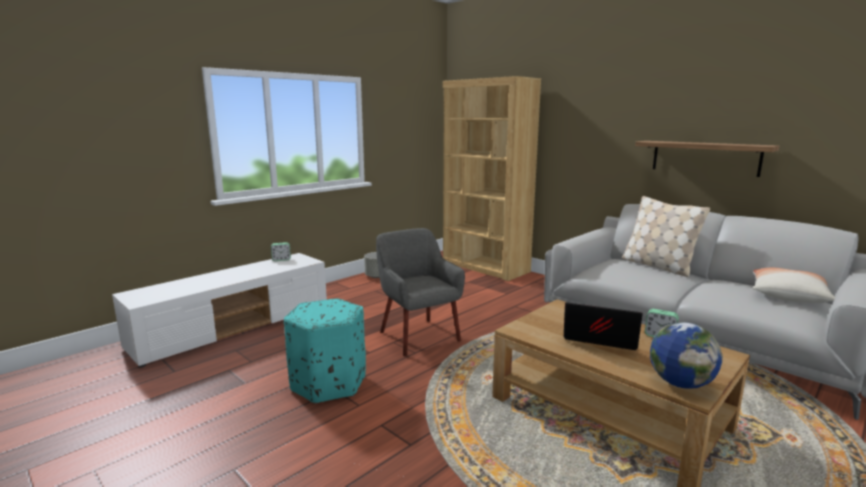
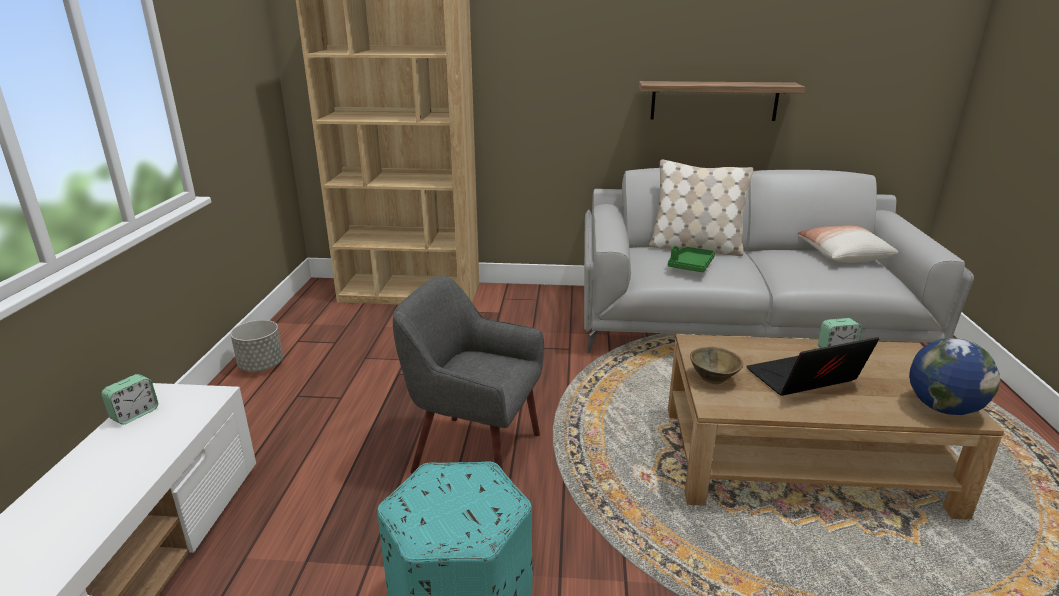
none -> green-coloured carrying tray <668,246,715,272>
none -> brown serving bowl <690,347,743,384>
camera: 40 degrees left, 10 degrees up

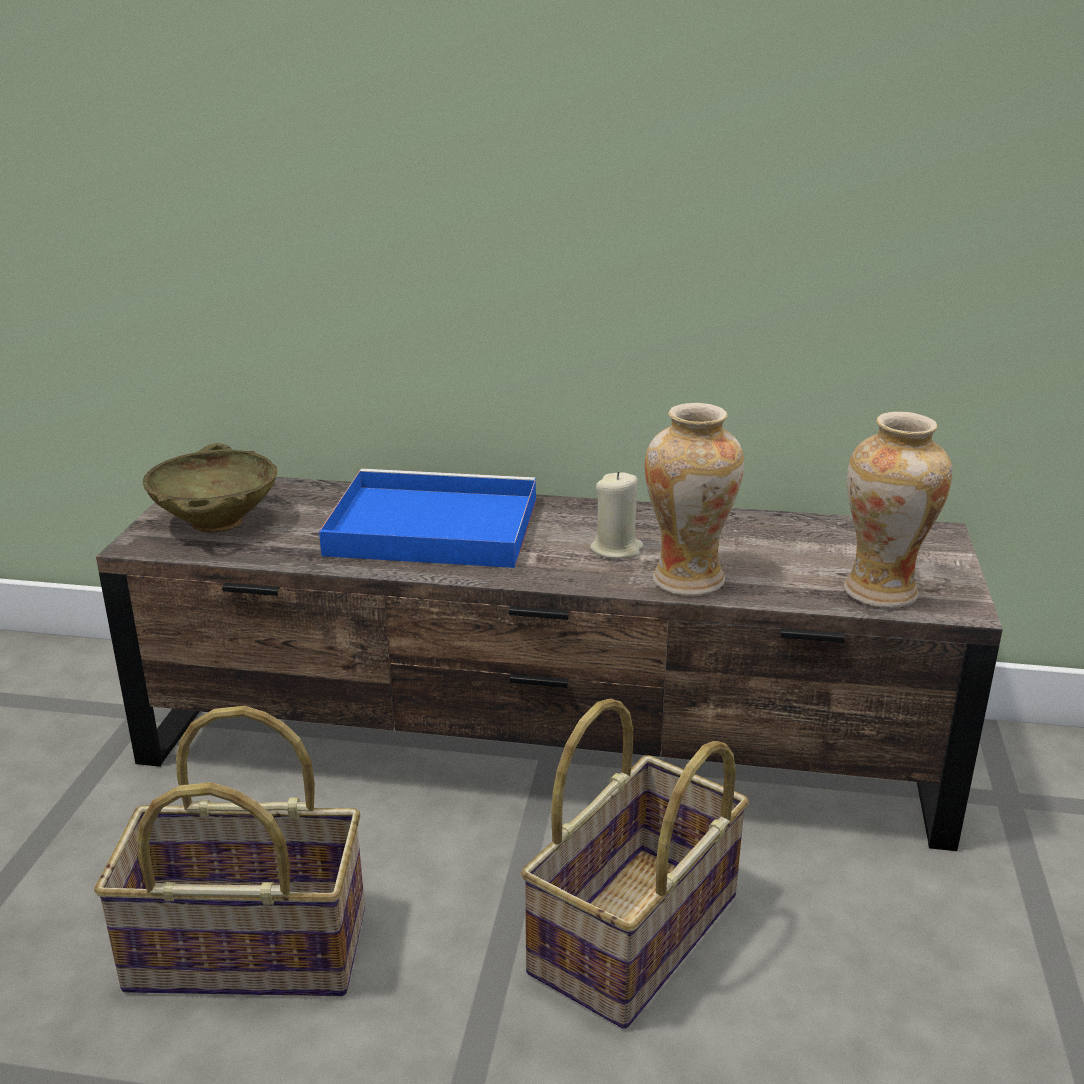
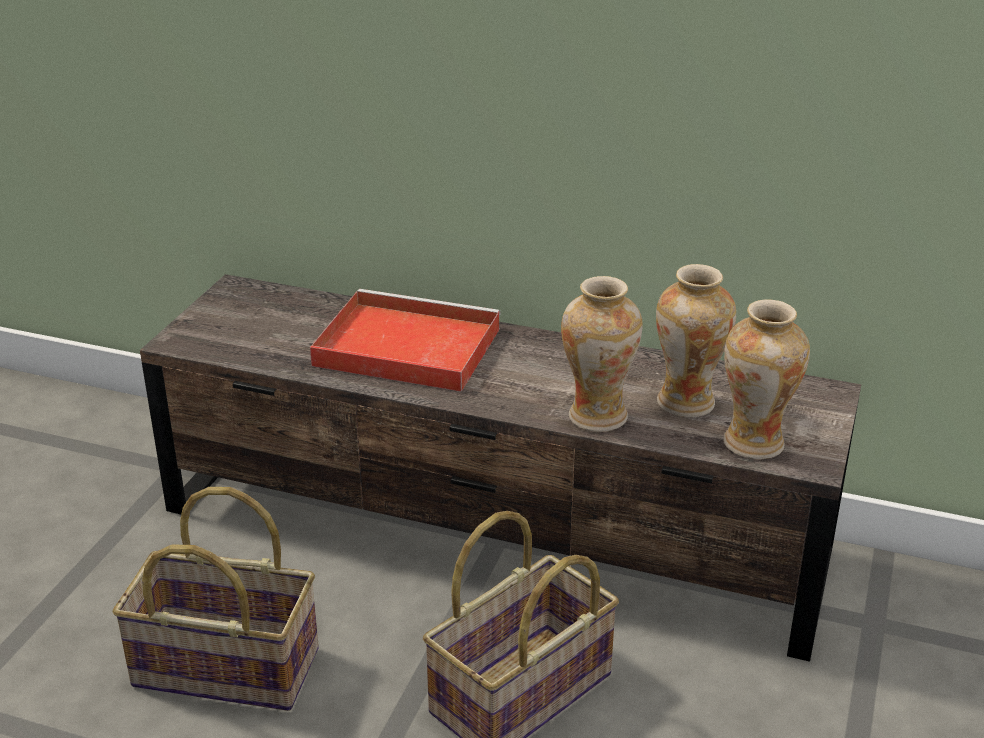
beige-coloured serving bowl <143,443,277,533> -> none
beige-coloured wax candle <590,471,643,559> -> none
none -> flower vase <656,264,736,417>
blue-coloured carrying tray <319,469,536,568> -> reddish carrying tray <310,289,501,392>
camera: 10 degrees right, 5 degrees up

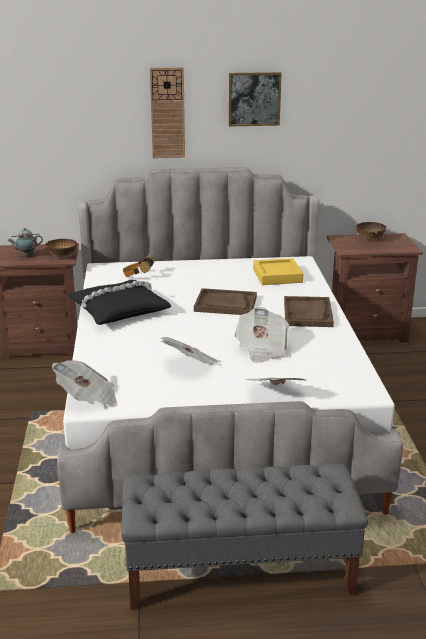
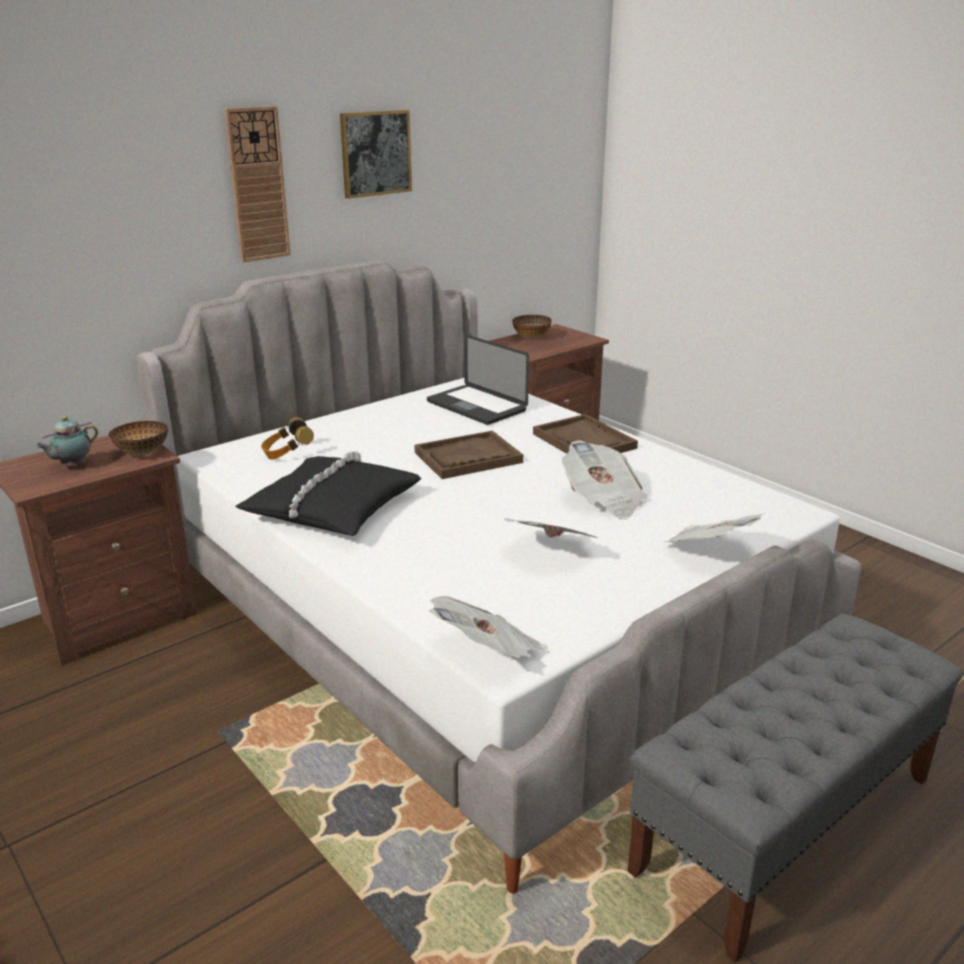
yellow carrying tray <253,258,303,285> -> portable computer <427,334,529,425>
camera: 35 degrees left, 0 degrees up

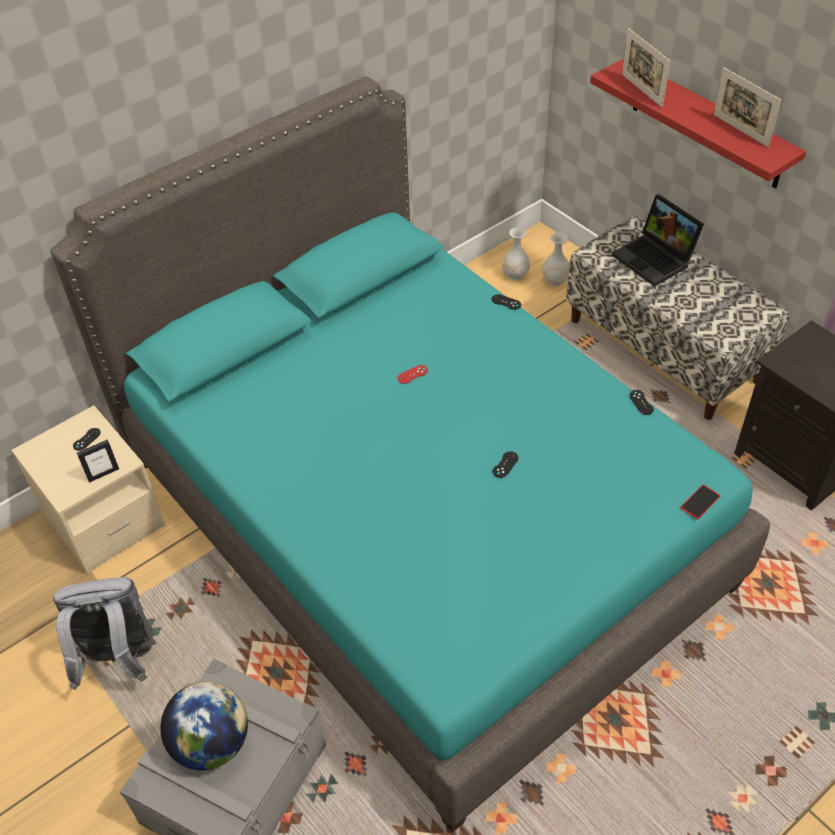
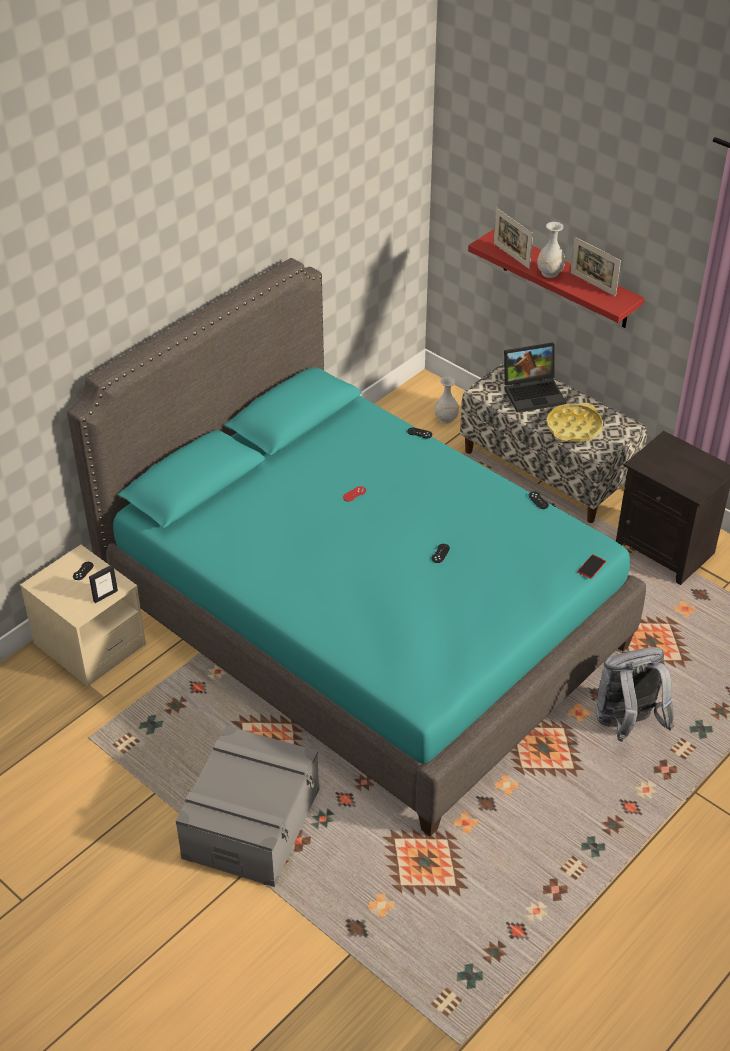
desk globe <160,681,248,771> -> none
none -> yellow carrying tray <546,403,603,442>
gray knapsack <53,577,156,690> -> gray knapsack <595,647,674,742>, move
white-coloured flower vase <502,227,530,280> -> white-coloured flower vase <537,222,565,278>, move
portable computer <612,194,704,287> -> portable computer <504,343,566,413>, 60 degrees counterclockwise
camera: 10 degrees left, 5 degrees down

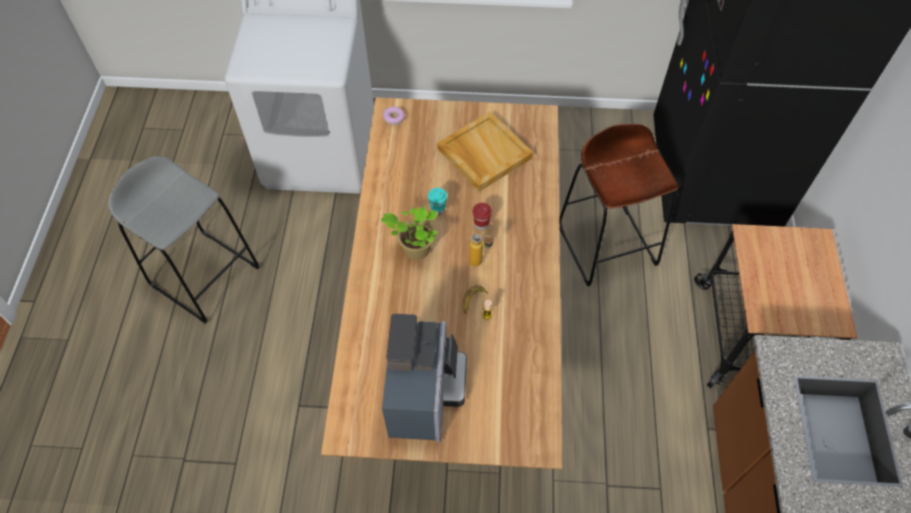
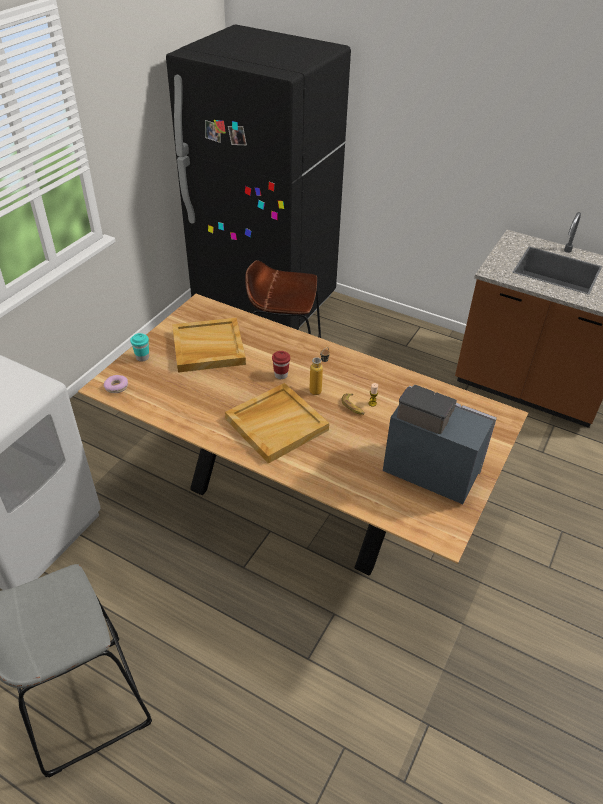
wheeled cart <694,224,857,388> -> none
turquoise drinking cup <428,188,447,215> -> turquoise drinking cup <130,333,149,362>, move
houseplant <381,207,438,260> -> beige-coloured carrying tray <225,383,329,464>
camera: 65 degrees left, 15 degrees down

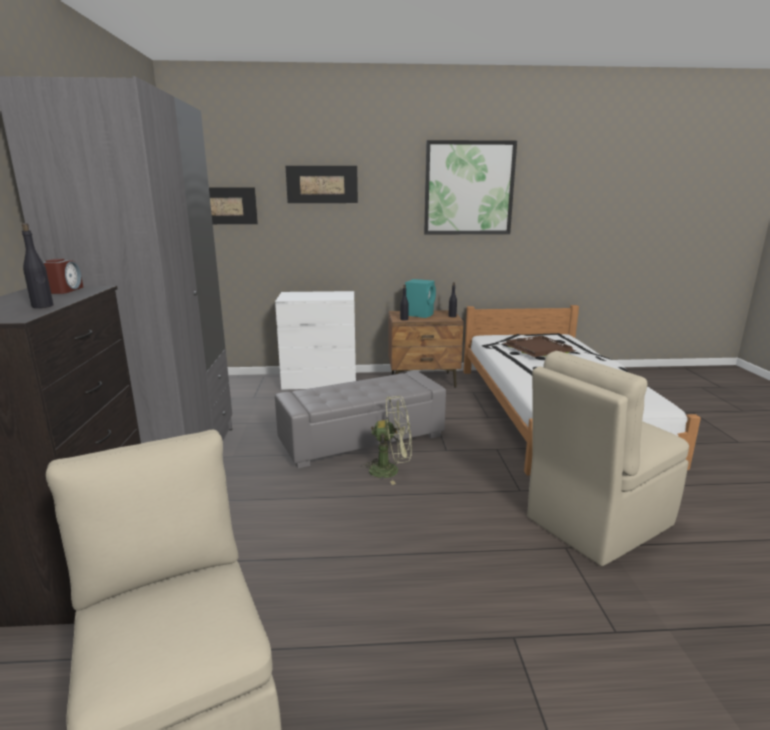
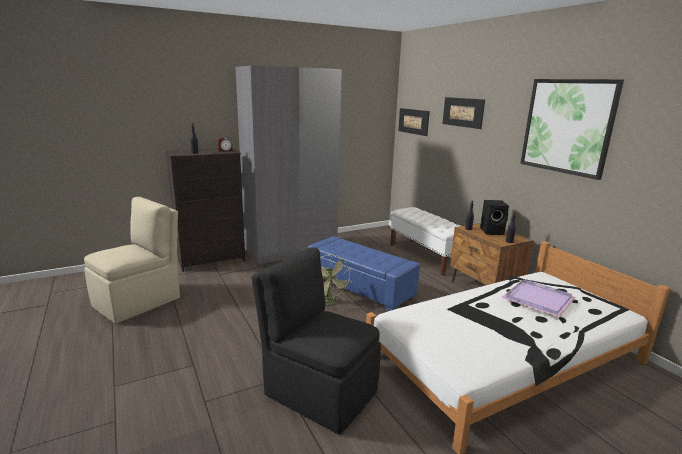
white-coloured chest of drawers <275,291,356,391> -> white-coloured indoor bench <390,207,460,276>
gray pouffe <275,371,446,468> -> blue-coloured pouffe <308,236,420,311>
turquoise speaker <405,279,436,318> -> black-coloured speaker <480,200,509,235>
brown carrying tray <503,336,576,357> -> purplish carrying tray <501,279,576,318>
beige-coloured upright chair <527,351,689,566> -> black-coloured upright chair <252,247,381,434>
camera: 65 degrees right, 0 degrees up

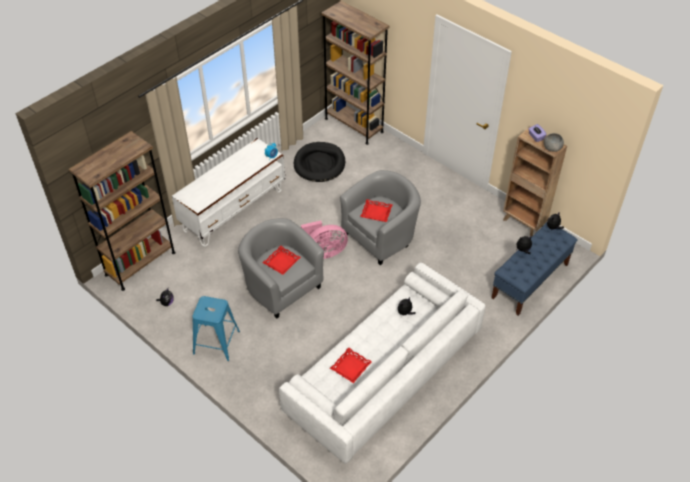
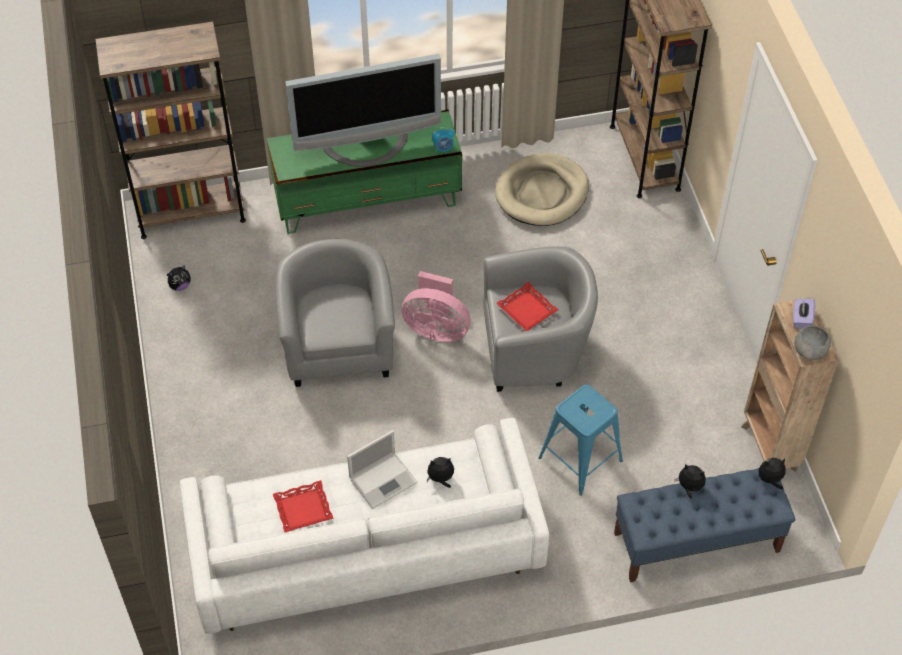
reddish carrying tray <263,245,301,275> -> none
none -> TV set <285,54,441,167>
none -> portable computer <347,430,418,509>
blue-coloured stool seat <192,296,240,361> -> blue-coloured stool seat <539,385,623,496>, move
white-coloured tv stand <172,138,285,247> -> green-coloured tv stand <267,110,462,234>
black-coloured dog cushion <294,142,345,182> -> beige-coloured dog cushion <495,153,589,226>
camera: 35 degrees right, 5 degrees up

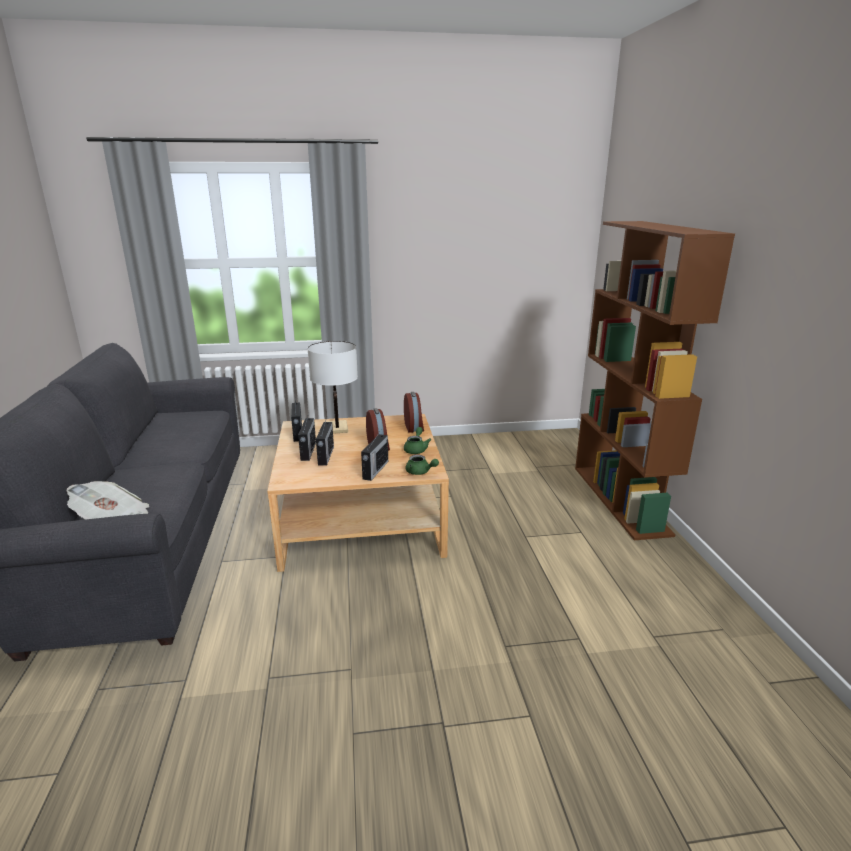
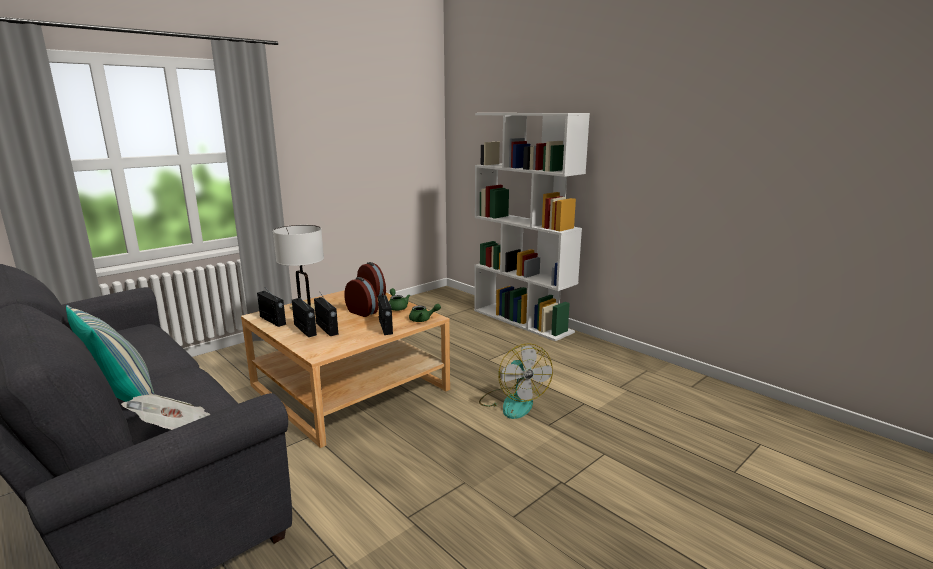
none -> pillow <66,305,154,402>
none -> fan <479,343,553,419>
brown bookshelf <575,221,735,540> -> white-coloured bookshelf <474,113,590,341>
camera: 35 degrees left, 5 degrees down

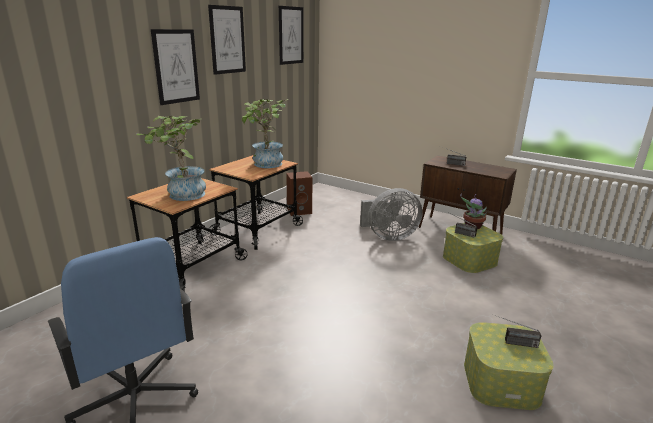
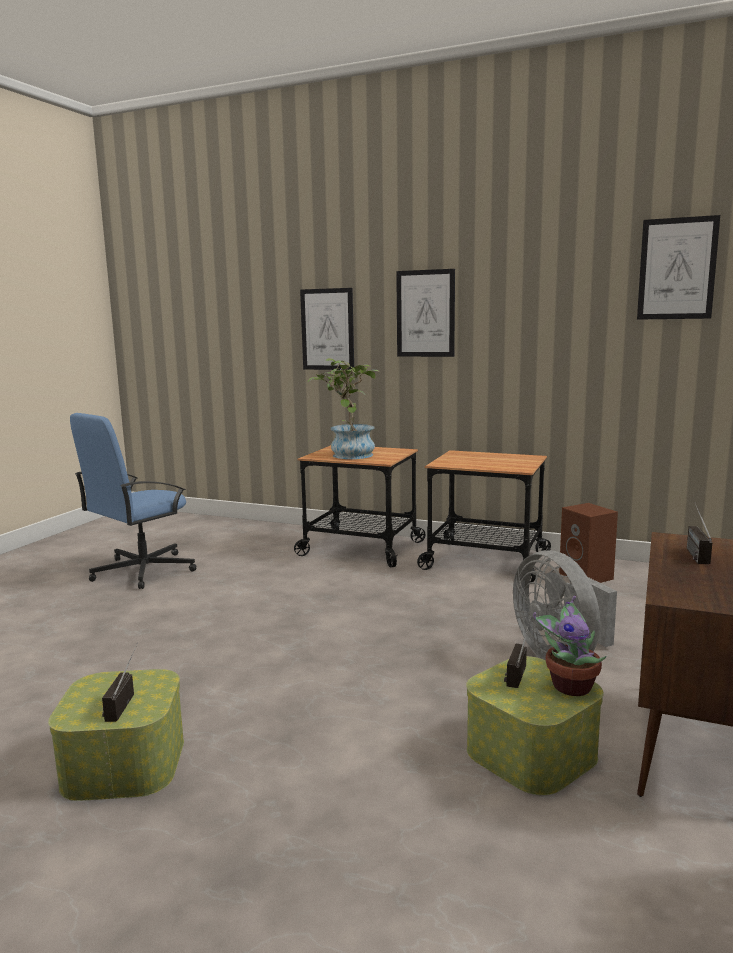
houseplant <242,99,289,168> -> none
wall picture <208,5,246,75> -> wall picture <300,288,354,370>, move
camera: 80 degrees right, 10 degrees down

